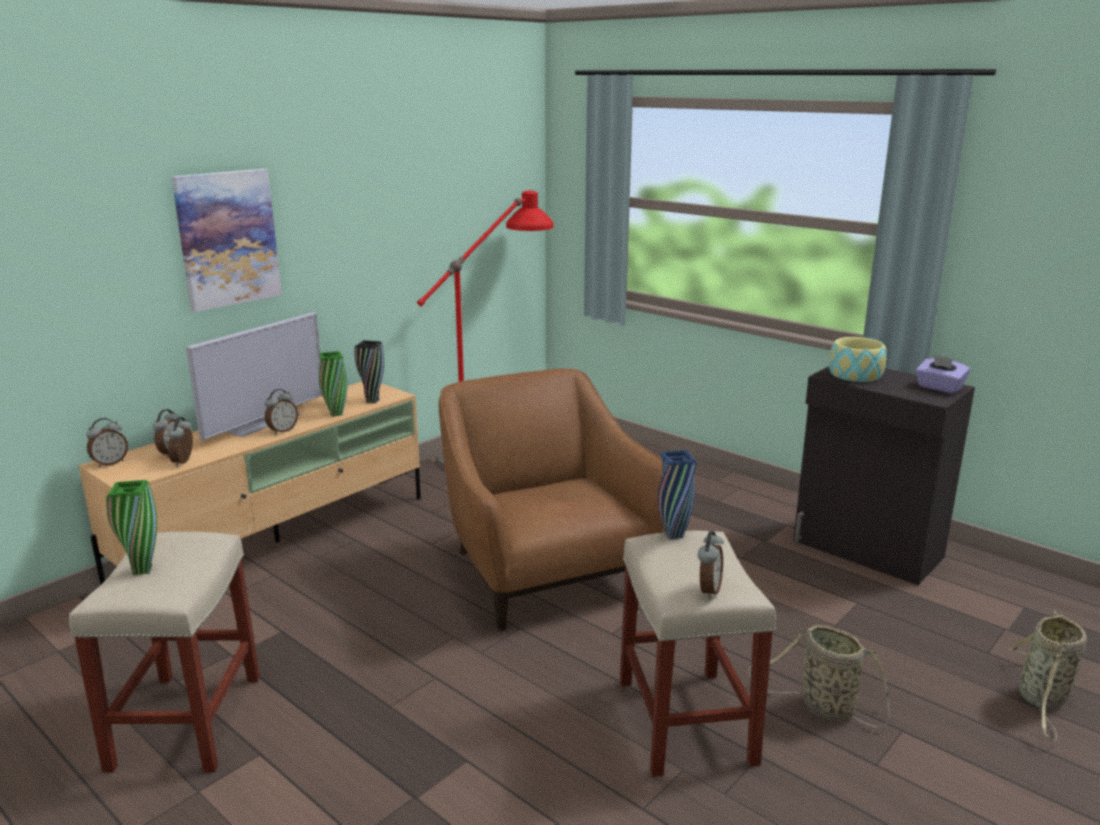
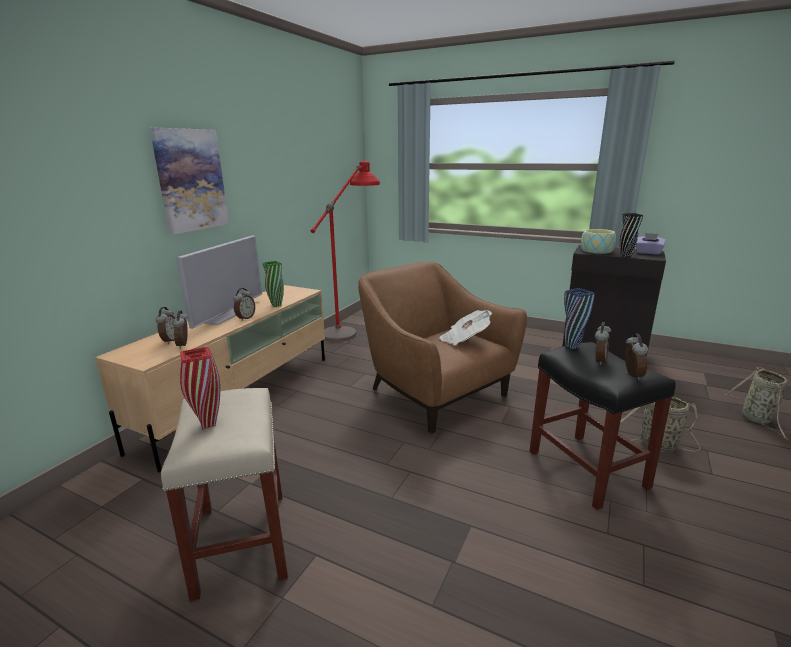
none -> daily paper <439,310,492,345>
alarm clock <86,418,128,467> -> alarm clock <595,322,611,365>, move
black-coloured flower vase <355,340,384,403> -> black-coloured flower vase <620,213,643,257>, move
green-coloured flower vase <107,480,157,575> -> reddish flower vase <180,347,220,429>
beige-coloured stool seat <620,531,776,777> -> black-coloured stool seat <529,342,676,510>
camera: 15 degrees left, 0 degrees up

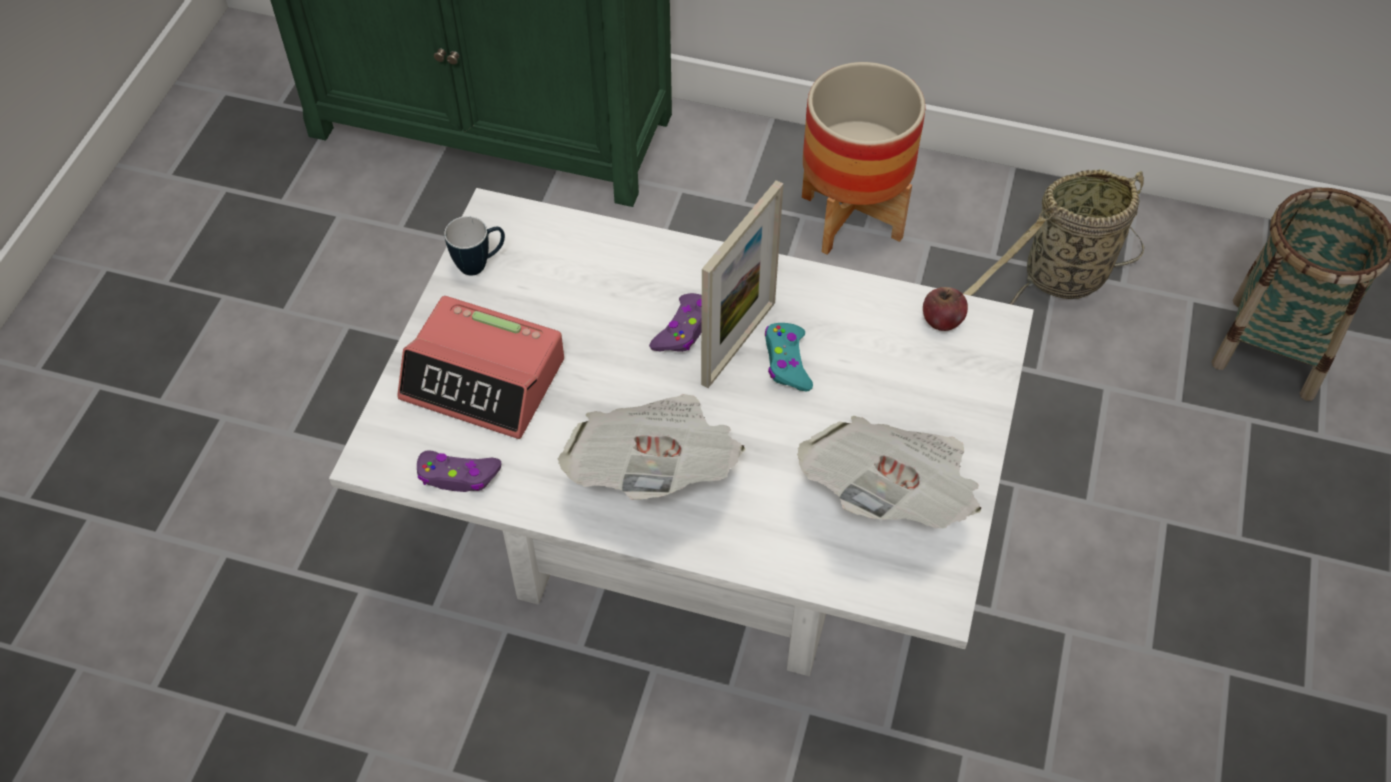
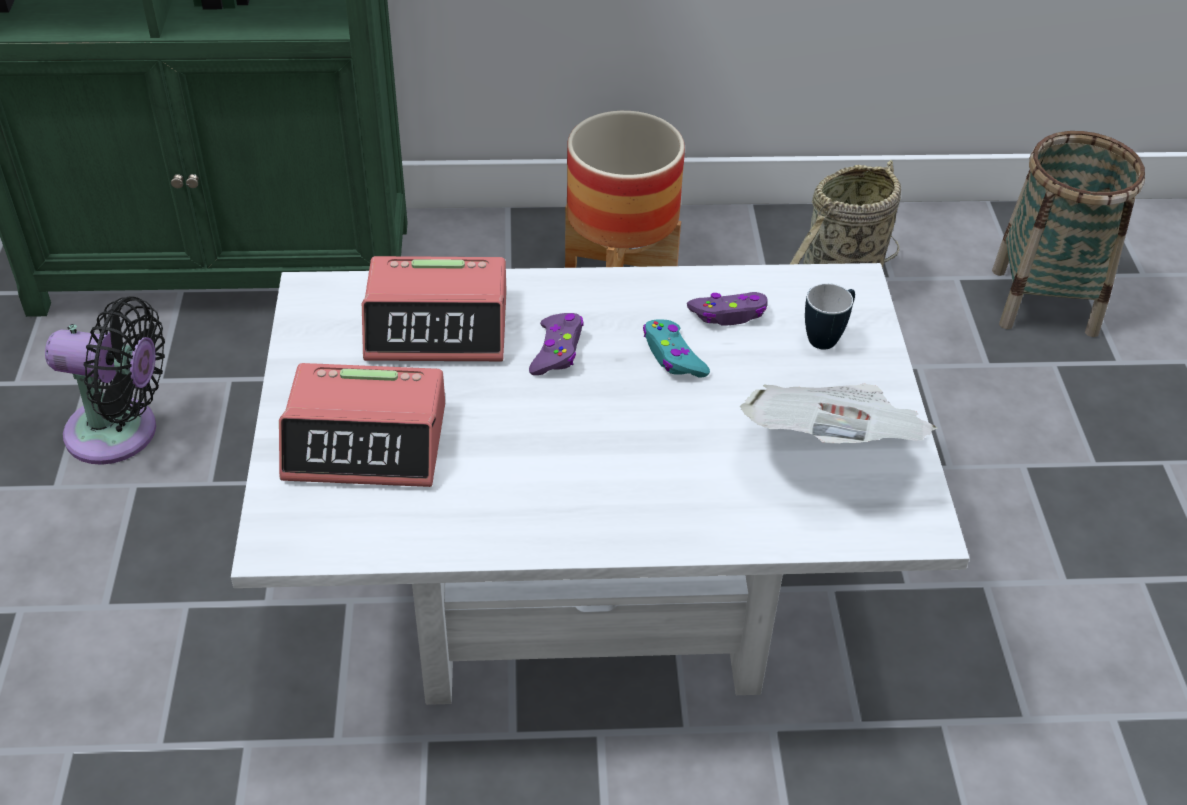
daily paper <558,394,746,500> -> none
picture frame <701,180,783,388> -> none
apple fruit <923,287,968,331> -> none
none -> black-coloured fan <45,297,165,465>
none -> alarm clock <362,256,507,361>
purplish joypad <417,450,501,492> -> purplish joypad <687,292,767,326>, move
tea mug <444,216,505,276> -> tea mug <805,283,855,350>, move
camera: 20 degrees left, 10 degrees down

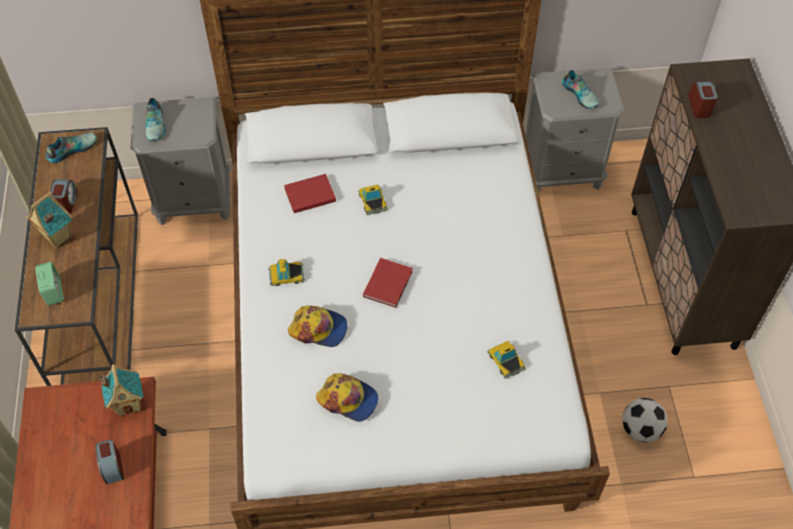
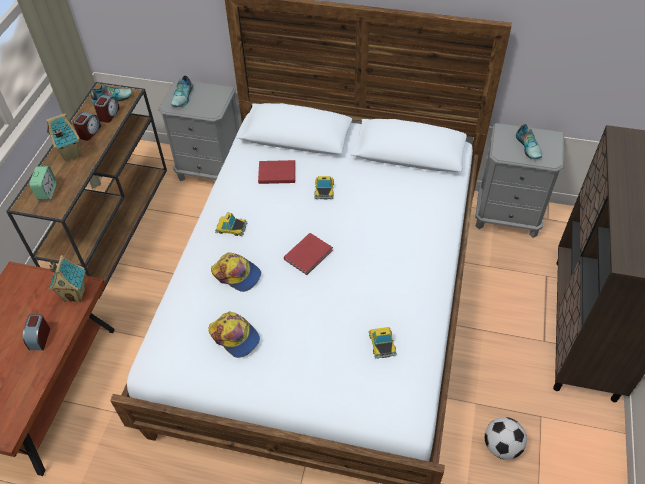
alarm clock <688,82,717,118> -> alarm clock <94,95,120,123>, move
camera: 20 degrees right, 5 degrees down

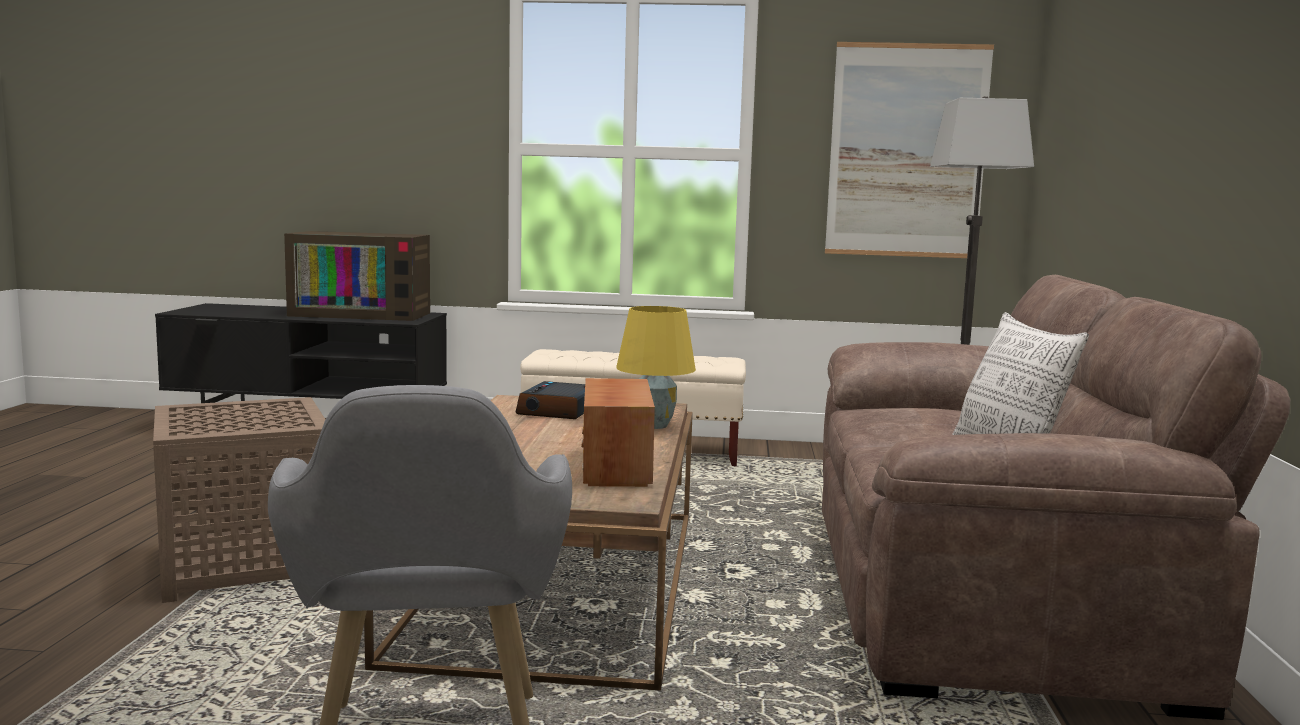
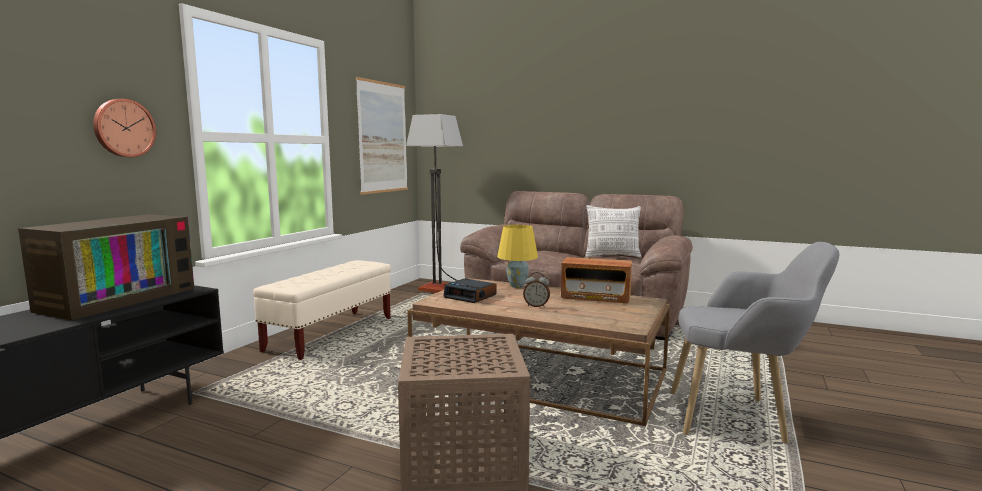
none -> clock on the wall <93,99,156,157>
none -> alarm clock <523,272,550,307>
camera: 70 degrees left, 0 degrees up

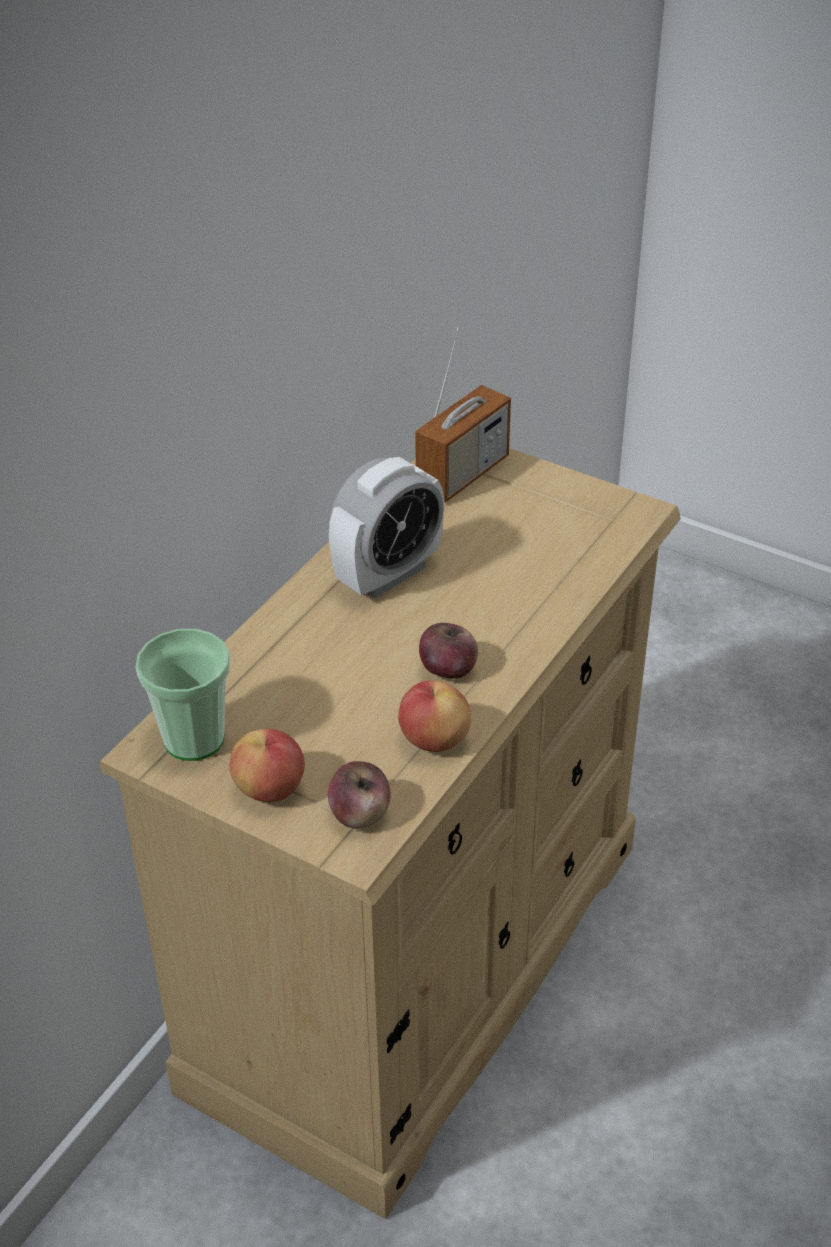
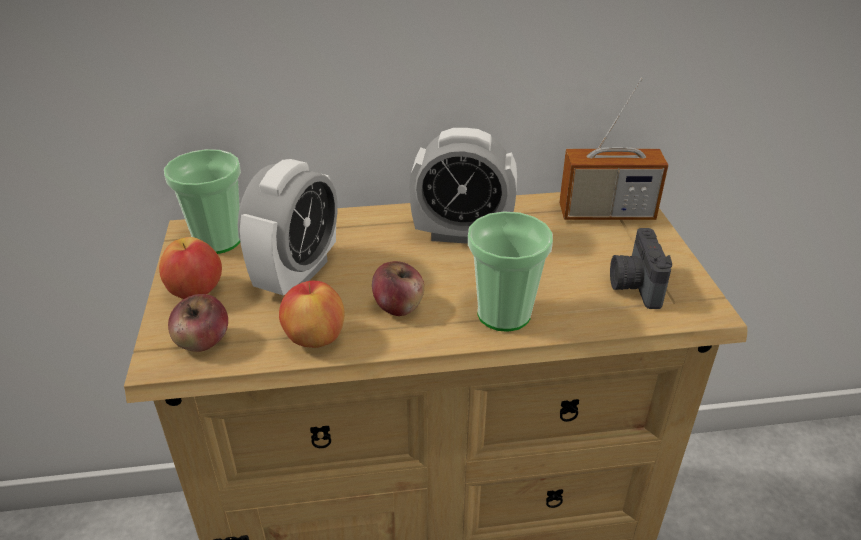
none -> alarm clock <238,159,338,296>
none -> drinking cup <468,211,553,332>
none -> photo camera <610,228,672,309>
camera: 50 degrees right, 5 degrees down

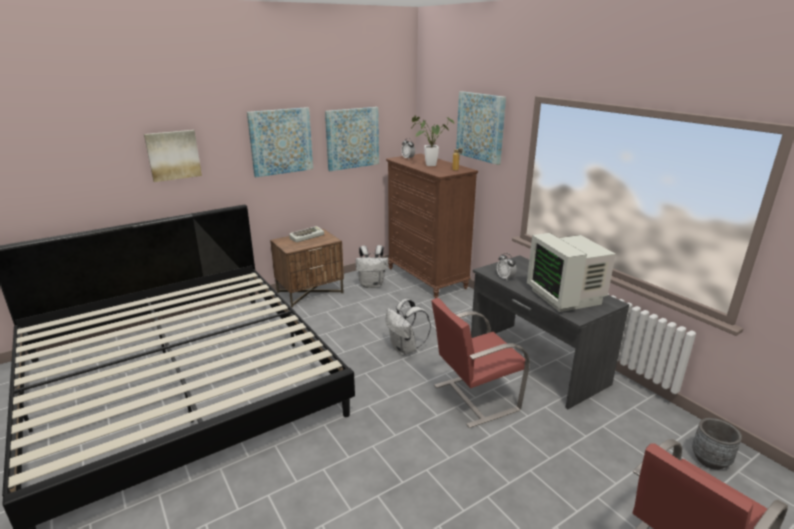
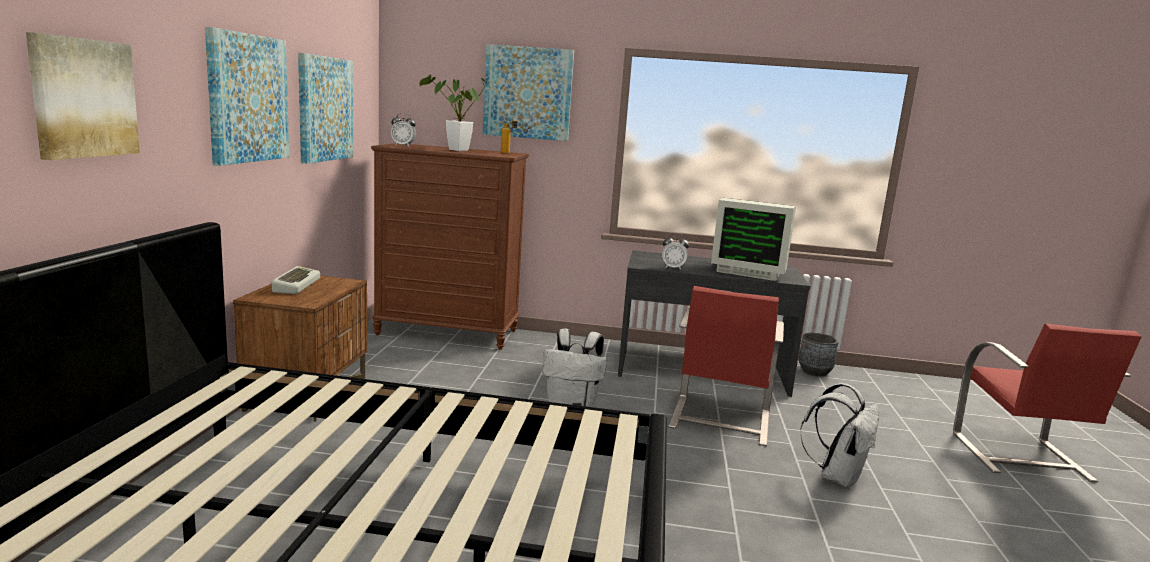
white-coloured knapsack <356,245,388,288> -> white-coloured knapsack <800,383,879,488>, move
gray flower pot <692,418,742,470> -> gray flower pot <799,333,839,376>, move
camera: 50 degrees left, 10 degrees down

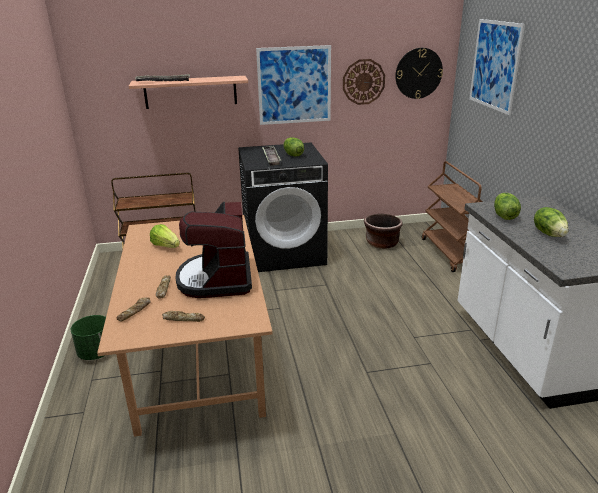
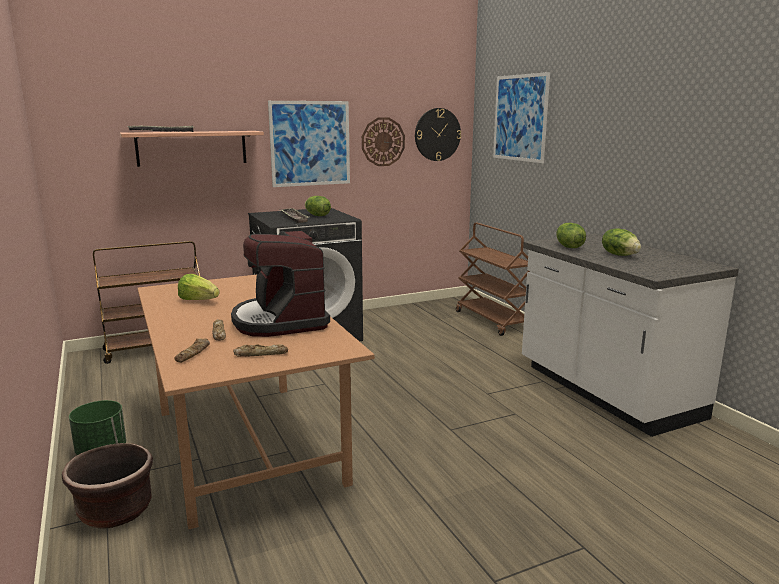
brown flower pot <364,214,402,249> -> brown flower pot <62,443,153,529>, move
camera: 15 degrees left, 10 degrees down

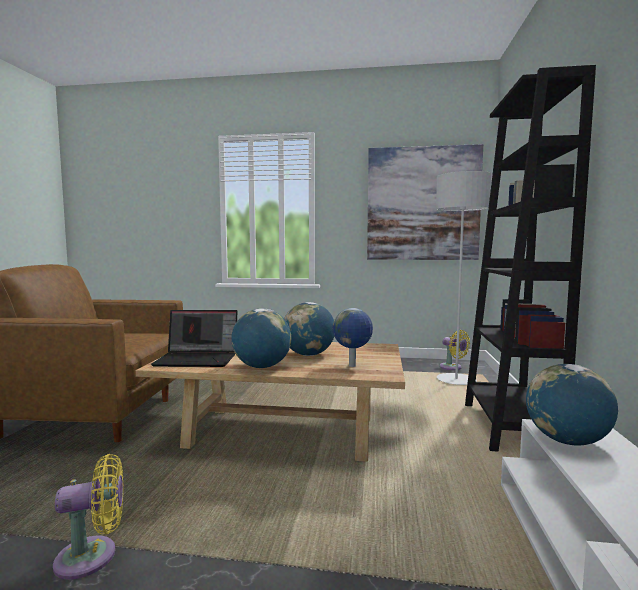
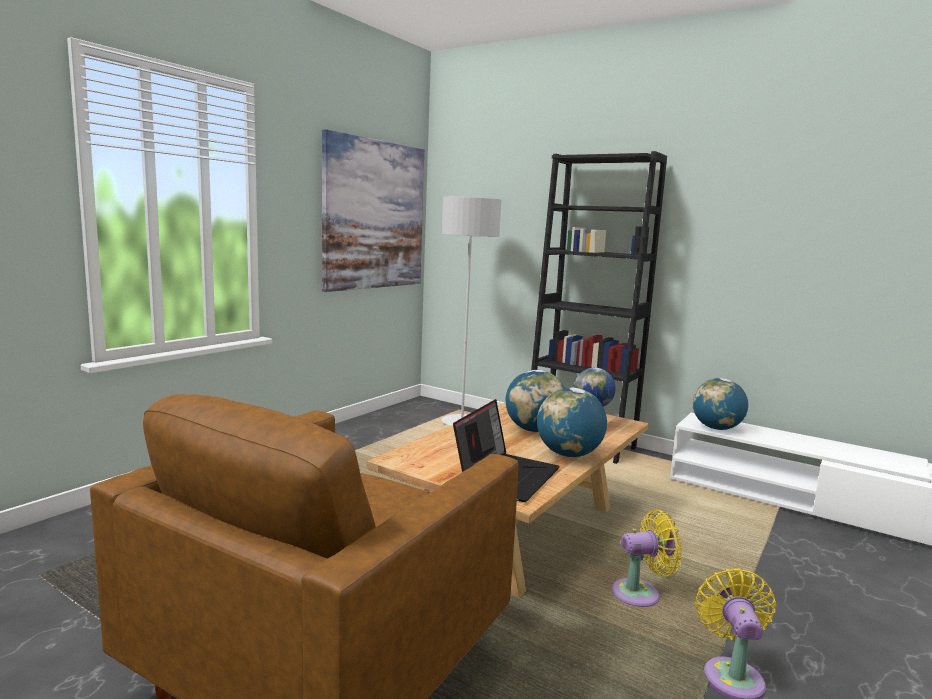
yellow fan <440,330,470,370> -> yellow fan <611,510,682,607>, move
camera: 65 degrees left, 5 degrees up

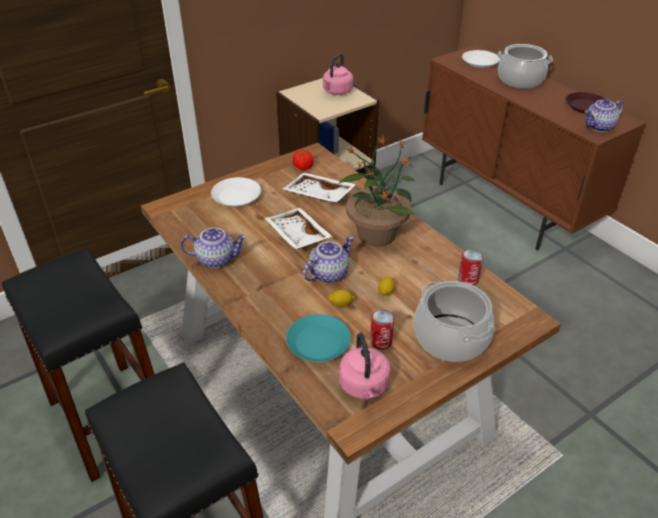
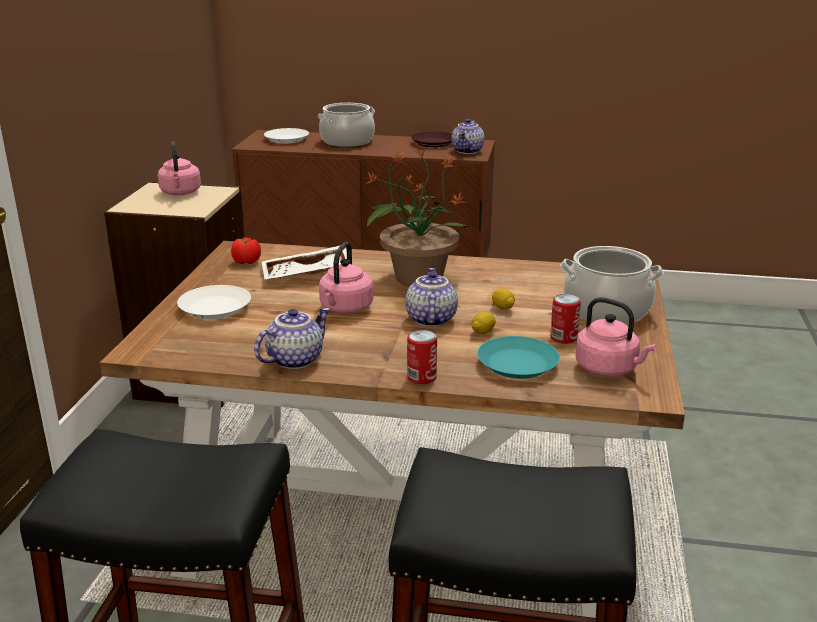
can <458,249,483,285> -> can <407,330,437,384>, move
white-coloured carrying tray <265,208,333,249> -> pink-coloured kettle <319,242,374,314>
camera: 45 degrees left, 15 degrees down

